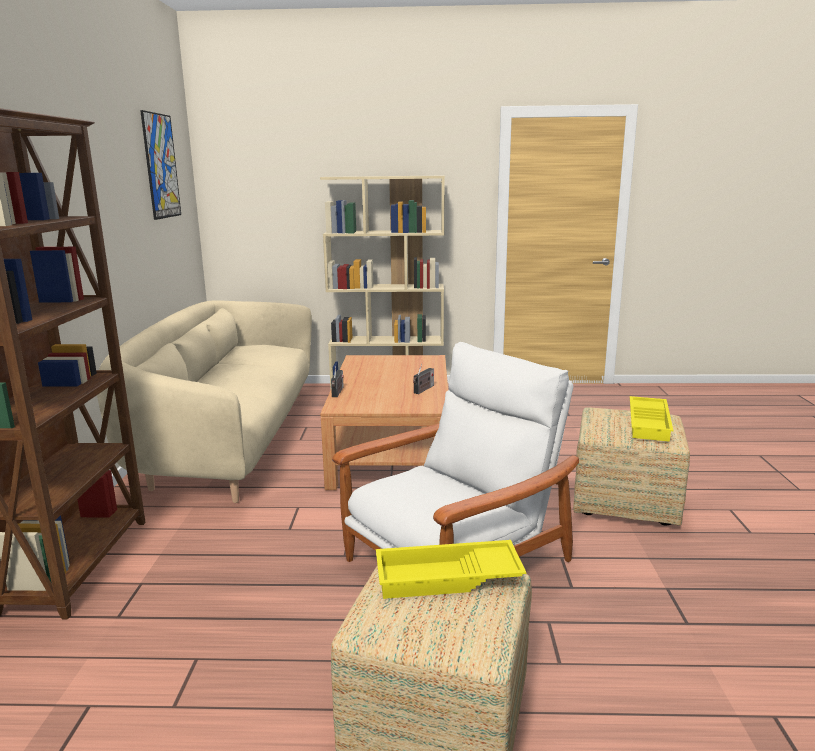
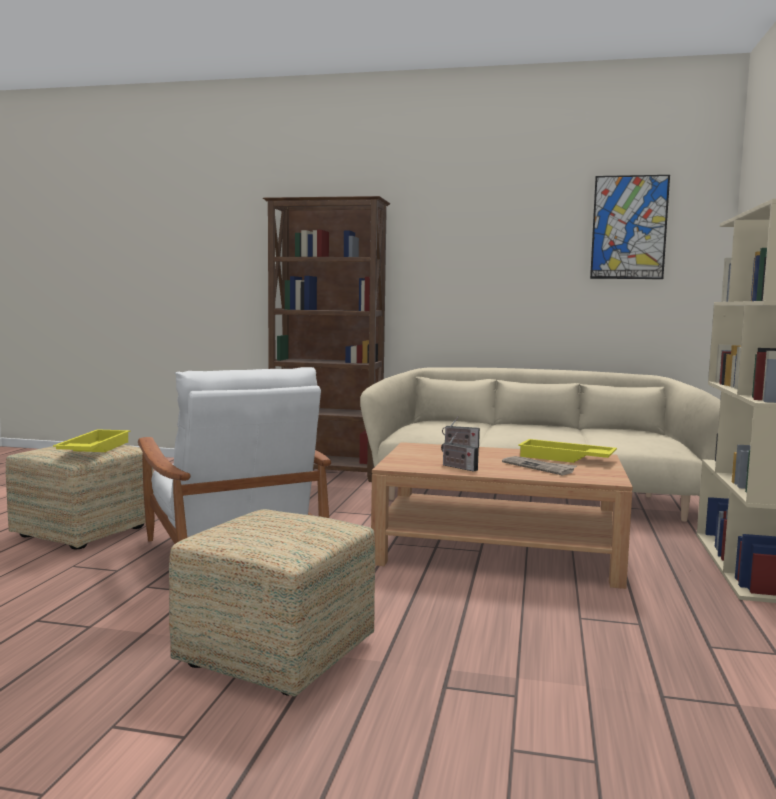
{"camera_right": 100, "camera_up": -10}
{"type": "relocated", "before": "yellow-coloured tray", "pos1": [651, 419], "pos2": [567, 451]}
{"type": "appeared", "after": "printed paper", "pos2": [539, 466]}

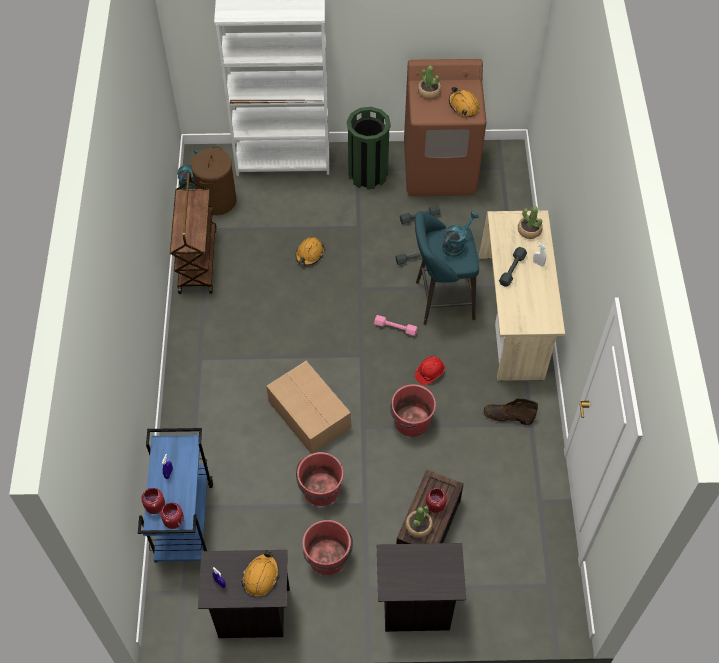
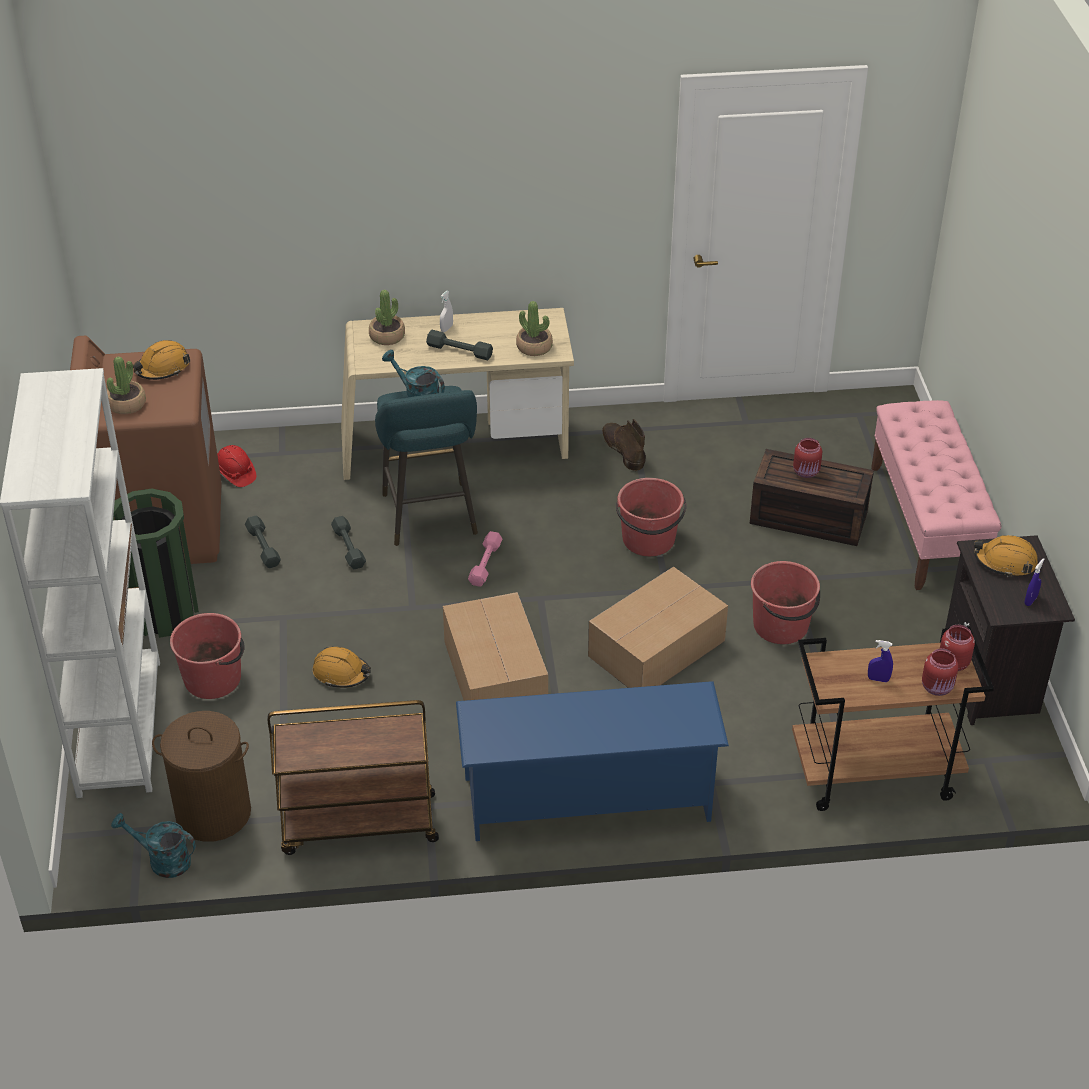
{"camera_right": -95, "camera_up": -15}
{"type": "relocated", "before": "red-coloured work helmet", "pos1": [430, 370], "pos2": [236, 466]}
{"type": "spun", "before": "brown tall boot", "pos1": [511, 411], "pos2": [624, 445], "turn": 150}
{"type": "colour", "before": "blue cart", "after": "brown cart", "pos1": [175, 495], "pos2": [893, 719]}
{"type": "relocated", "before": "plant in a pot", "pos1": [419, 522], "pos2": [534, 328]}
{"type": "relocated", "before": "red-coloured pail", "pos1": [327, 547], "pos2": [207, 656]}
{"type": "exchanged", "before": "blackish bedside table", "after": "pink indoor bench", "pos1": [421, 587], "pos2": [936, 495]}
{"type": "appeared", "after": "packing box", "pos2": [495, 646]}
{"type": "appeared", "after": "blue shoe rack", "pos2": [592, 761]}

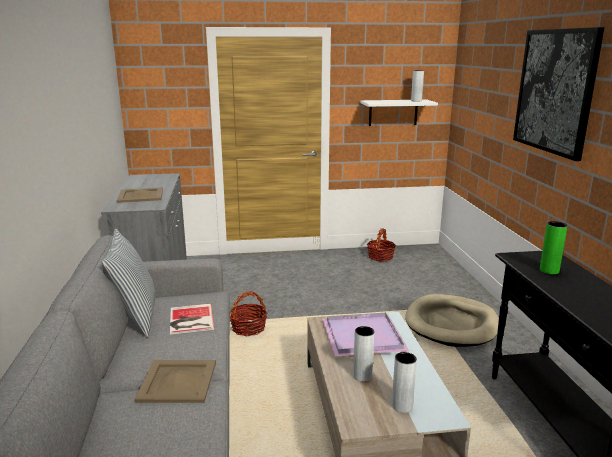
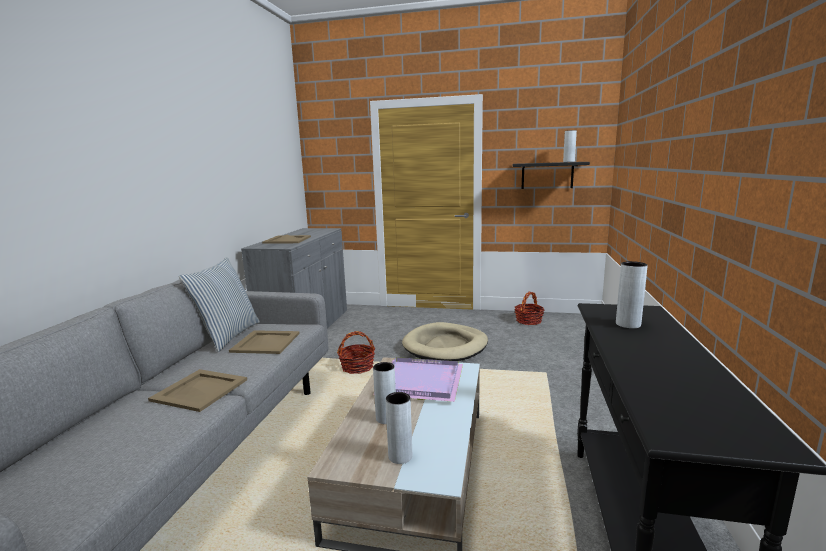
{"camera_right": 20, "camera_up": -5}
{"type": "missing", "before": "picture", "pos1": [558, 94]}
{"type": "colour", "before": "white-coloured bracket shelf", "after": "blackish bracket shelf", "pos1": [399, 112], "pos2": [551, 175]}
{"type": "colour", "before": "greenish vase", "after": "greyish vase", "pos1": [553, 247], "pos2": [632, 295]}
{"type": "relocated", "before": "beige dog bed", "pos1": [452, 320], "pos2": [445, 341]}
{"type": "exchanged", "before": "volume", "after": "beige tray", "pos1": [192, 319], "pos2": [264, 342]}

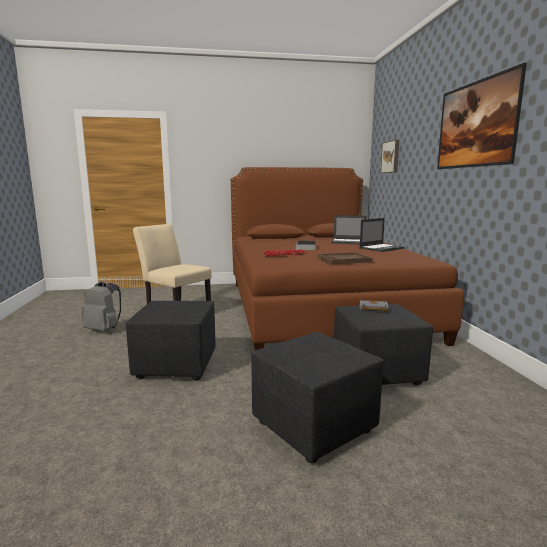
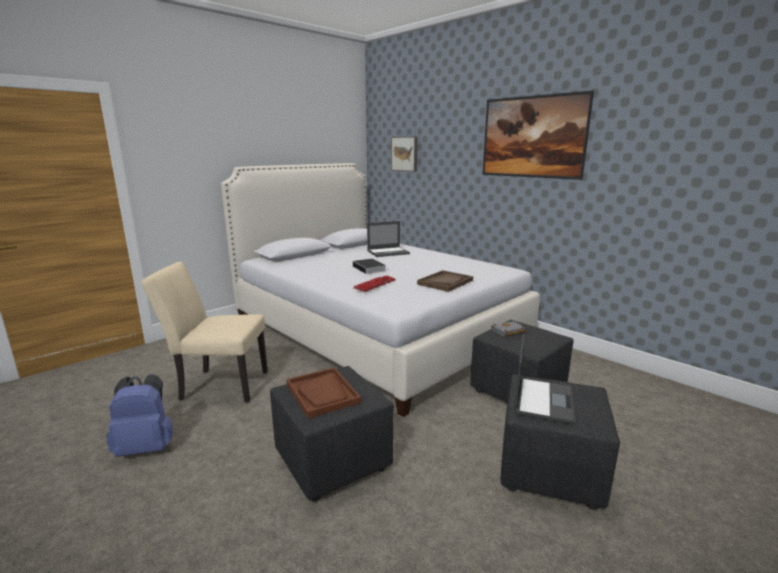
{"camera_right": -35, "camera_up": 5}
{"type": "colour", "before": "brown sleeping bed", "after": "white-coloured sleeping bed", "pos1": [347, 259], "pos2": [380, 290]}
{"type": "relocated", "before": "notebook computer", "pos1": [382, 235], "pos2": [544, 379]}
{"type": "colour", "before": "greyish backpack", "after": "blue backpack", "pos1": [101, 306], "pos2": [139, 415]}
{"type": "appeared", "after": "brown tray", "pos2": [323, 392]}

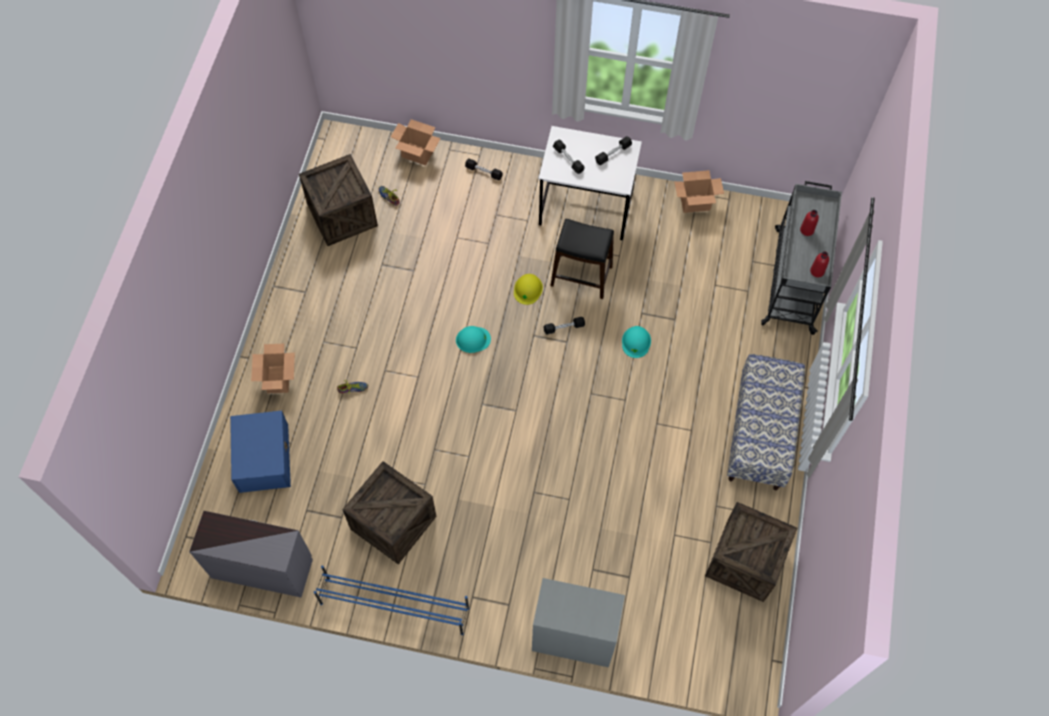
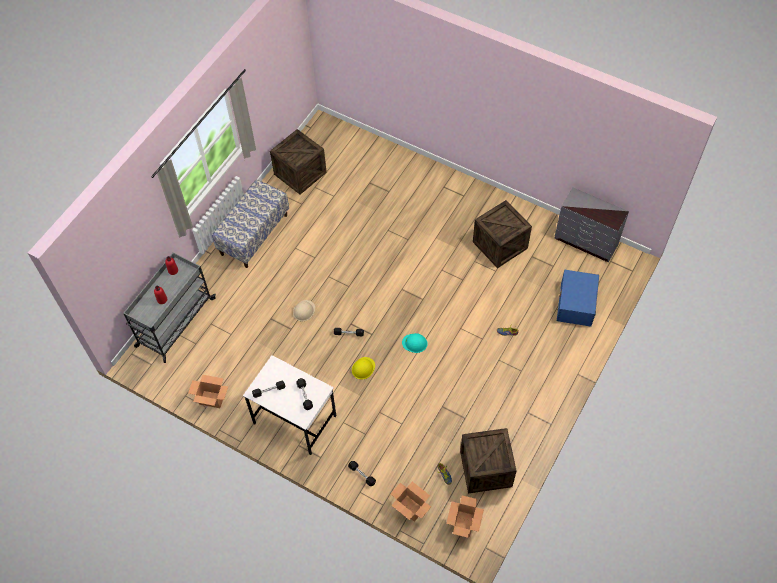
{"camera_right": -160, "camera_up": -5}
{"type": "missing", "before": "blackish stool", "pos1": [582, 259]}
{"type": "colour", "before": "blue-green work helmet", "after": "beige work helmet", "pos1": [636, 342], "pos2": [304, 310]}
{"type": "relocated", "before": "packing box", "pos1": [273, 368], "pos2": [465, 516]}
{"type": "missing", "before": "blue shoe rack", "pos1": [391, 600]}
{"type": "missing", "before": "greyish cabinet", "pos1": [578, 622]}

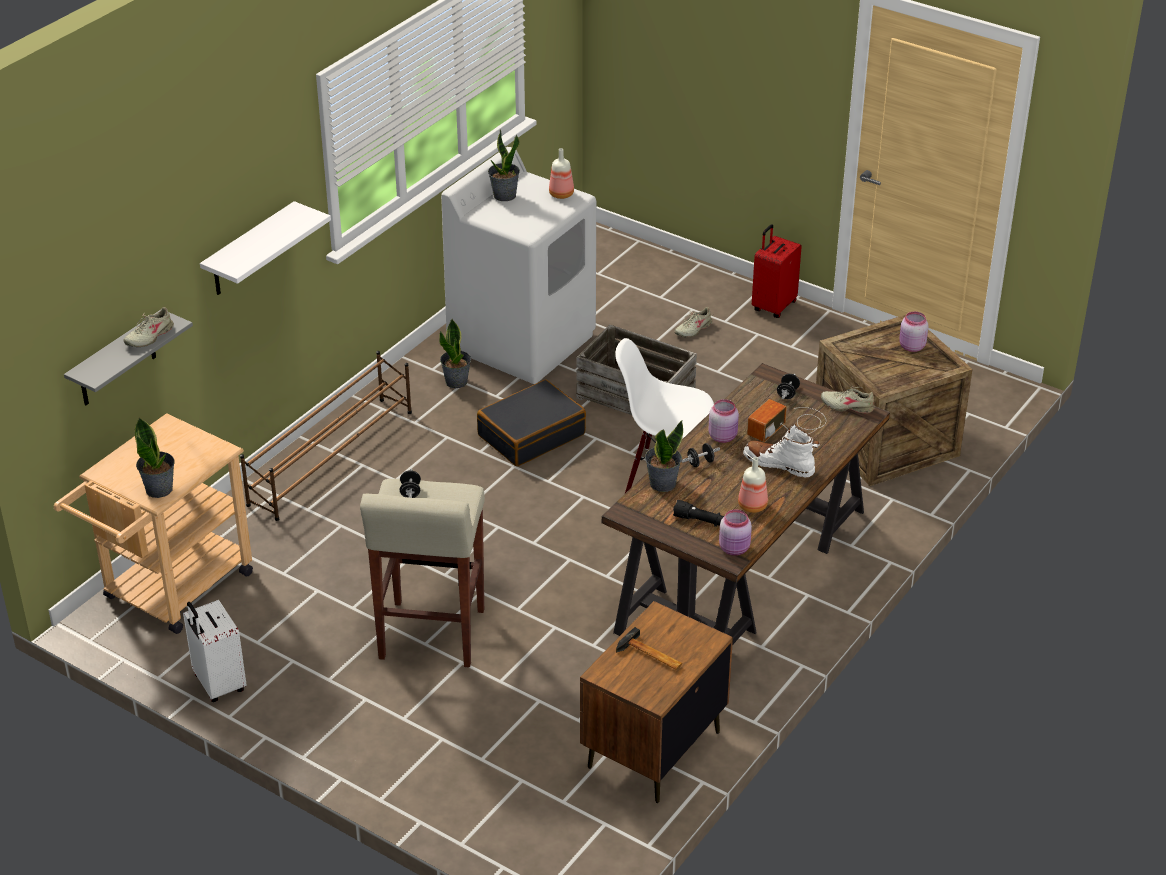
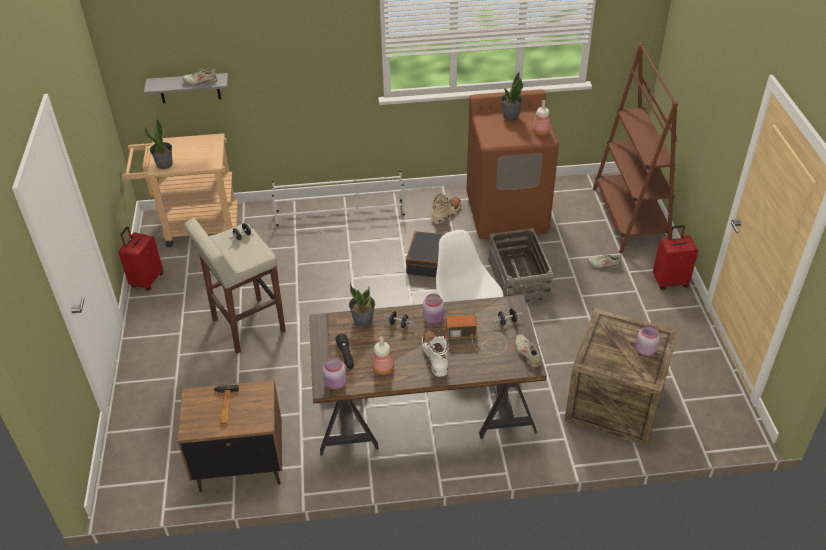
{"camera_right": 50, "camera_up": 5}
{"type": "colour", "before": "white-coloured laundry appliance", "after": "brown laundry appliance", "pos1": [518, 265], "pos2": [513, 164]}
{"type": "missing", "before": "white-coloured bracket shelf", "pos1": [265, 248]}
{"type": "exchanged", "before": "plant in a pot", "after": "beige tall boot", "pos1": [455, 353], "pos2": [446, 209]}
{"type": "colour", "before": "brown shoe rack", "after": "white-coloured shoe rack", "pos1": [326, 436], "pos2": [338, 198]}
{"type": "colour", "before": "white-coloured travel case", "after": "red-coloured travel case", "pos1": [214, 651], "pos2": [140, 259]}
{"type": "appeared", "after": "brown bookcase", "pos2": [635, 148]}

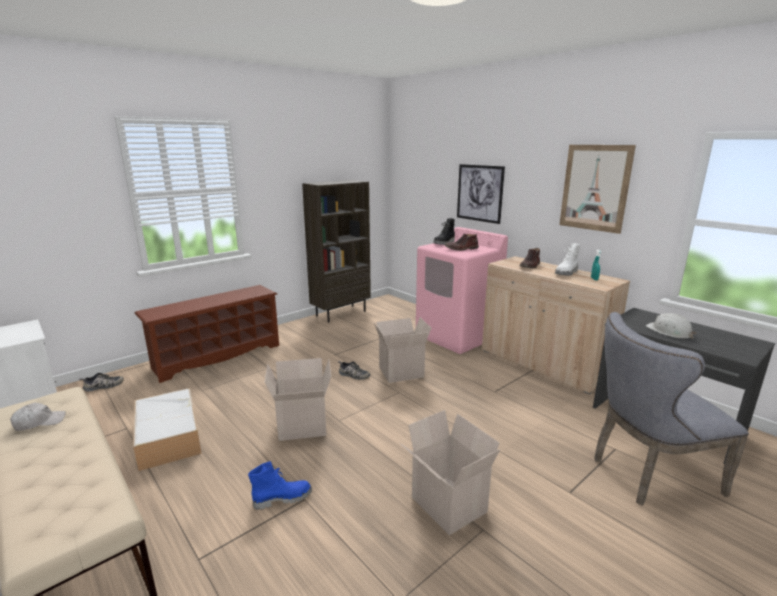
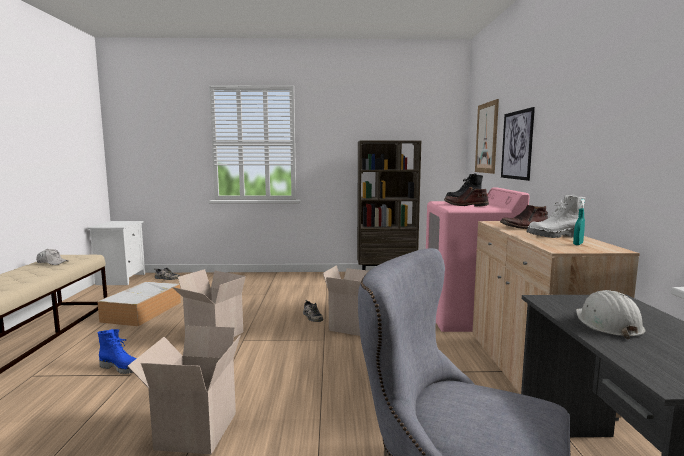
{"camera_right": 40, "camera_up": -10}
{"type": "relocated", "before": "picture", "pos1": [597, 189], "pos2": [487, 136]}
{"type": "missing", "before": "brown shoe rack", "pos1": [206, 334]}

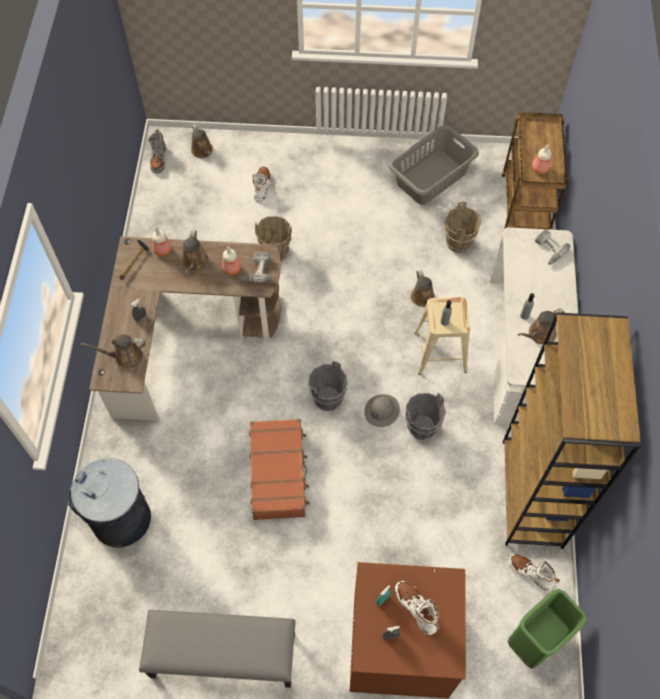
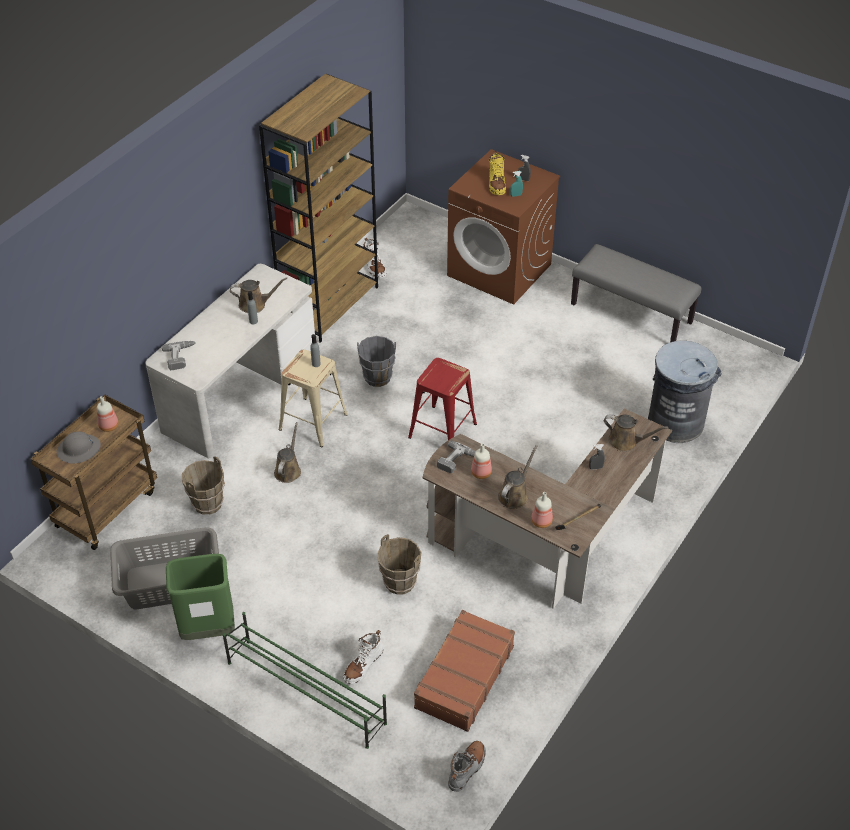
{"camera_right": -150, "camera_up": -15}
{"type": "missing", "before": "brown watering can", "pos1": [202, 141]}
{"type": "exchanged", "before": "greyish pail", "after": "red-coloured stool", "pos1": [328, 386], "pos2": [442, 399]}
{"type": "relocated", "before": "greyish work helmet", "pos1": [382, 410], "pos2": [79, 447]}
{"type": "relocated", "before": "brown travel case", "pos1": [279, 469], "pos2": [464, 671]}
{"type": "colour", "before": "white-coloured tall boot", "after": "yellow-coloured tall boot", "pos1": [418, 608], "pos2": [497, 173]}
{"type": "relocated", "before": "greenish trash can", "pos1": [547, 629], "pos2": [200, 597]}
{"type": "appeared", "after": "greenish shoe rack", "pos2": [305, 680]}

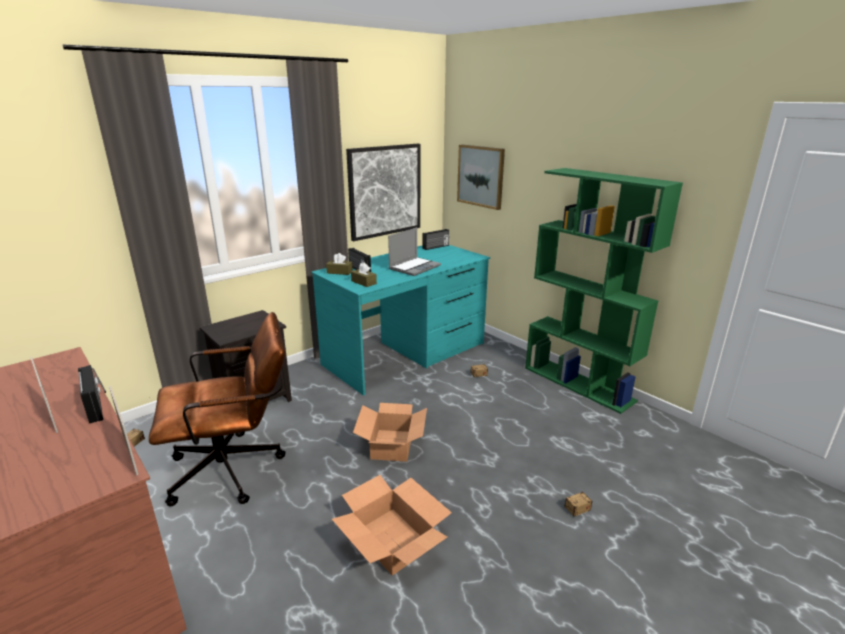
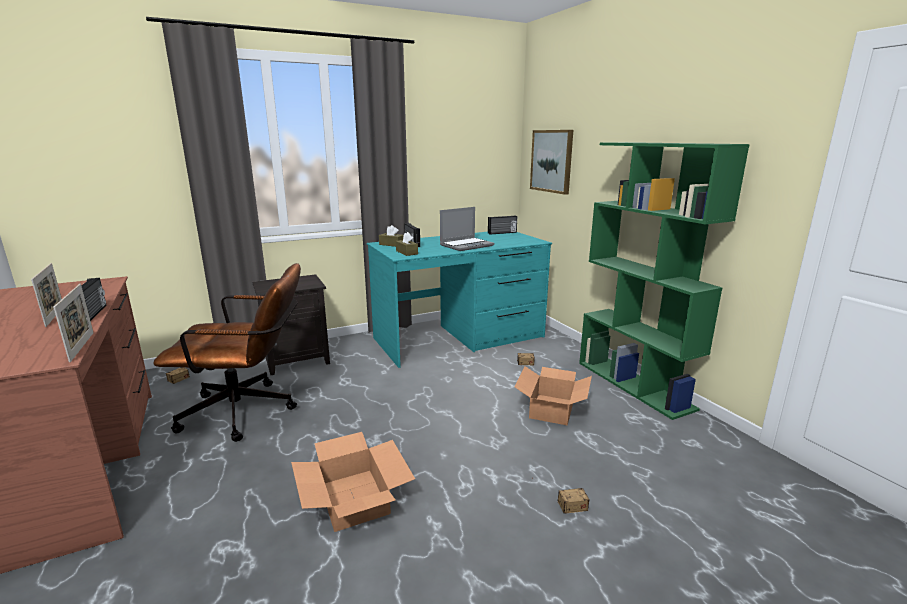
{"camera_right": 15, "camera_up": -5}
{"type": "missing", "before": "picture", "pos1": [383, 192]}
{"type": "relocated", "before": "packing box", "pos1": [390, 432], "pos2": [553, 396]}

